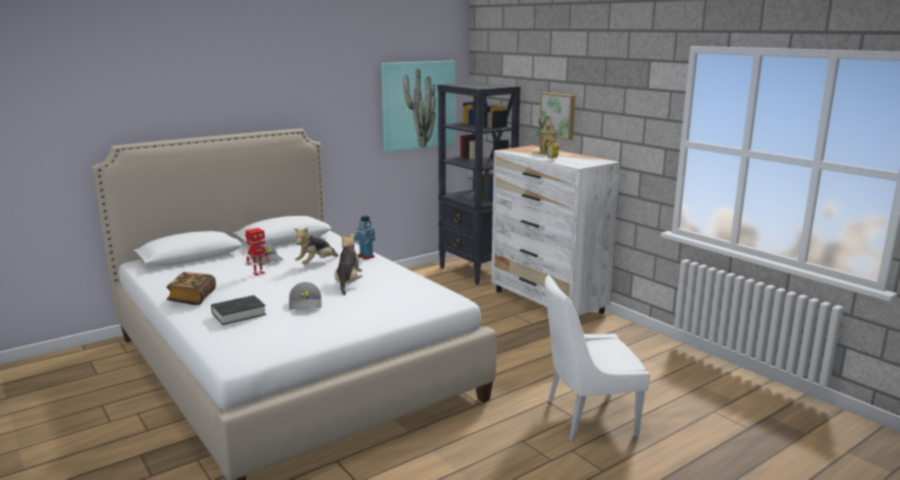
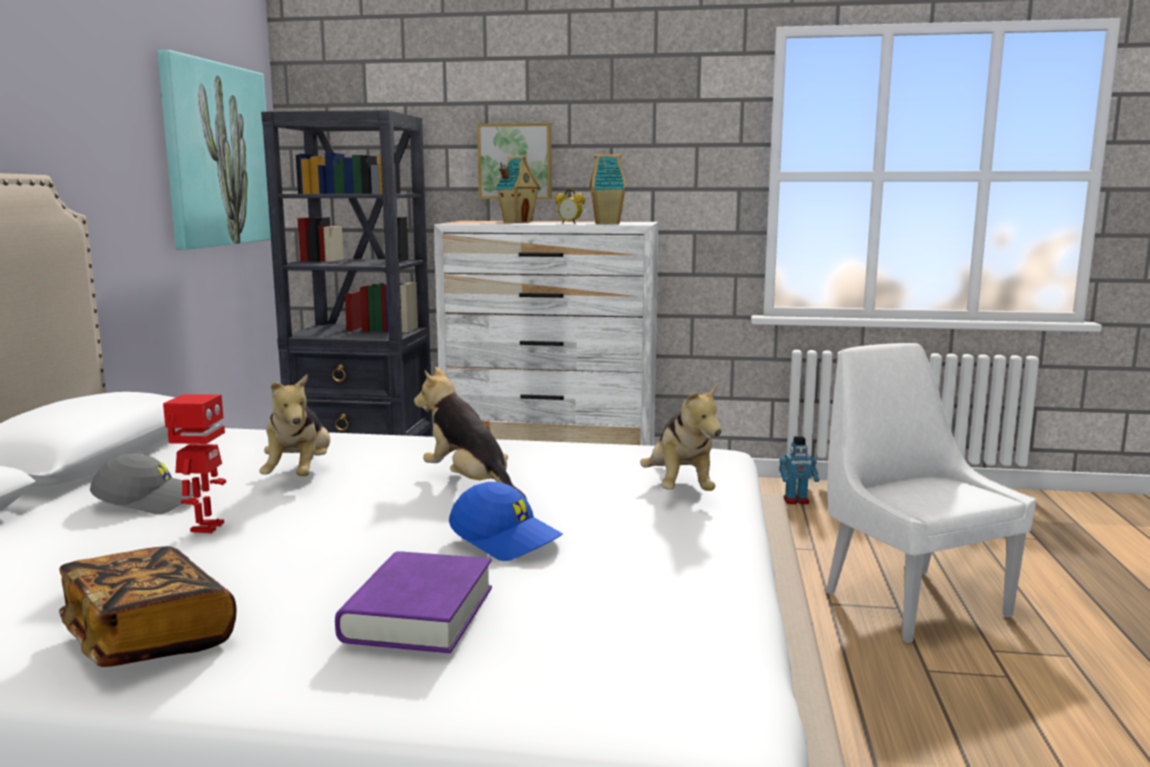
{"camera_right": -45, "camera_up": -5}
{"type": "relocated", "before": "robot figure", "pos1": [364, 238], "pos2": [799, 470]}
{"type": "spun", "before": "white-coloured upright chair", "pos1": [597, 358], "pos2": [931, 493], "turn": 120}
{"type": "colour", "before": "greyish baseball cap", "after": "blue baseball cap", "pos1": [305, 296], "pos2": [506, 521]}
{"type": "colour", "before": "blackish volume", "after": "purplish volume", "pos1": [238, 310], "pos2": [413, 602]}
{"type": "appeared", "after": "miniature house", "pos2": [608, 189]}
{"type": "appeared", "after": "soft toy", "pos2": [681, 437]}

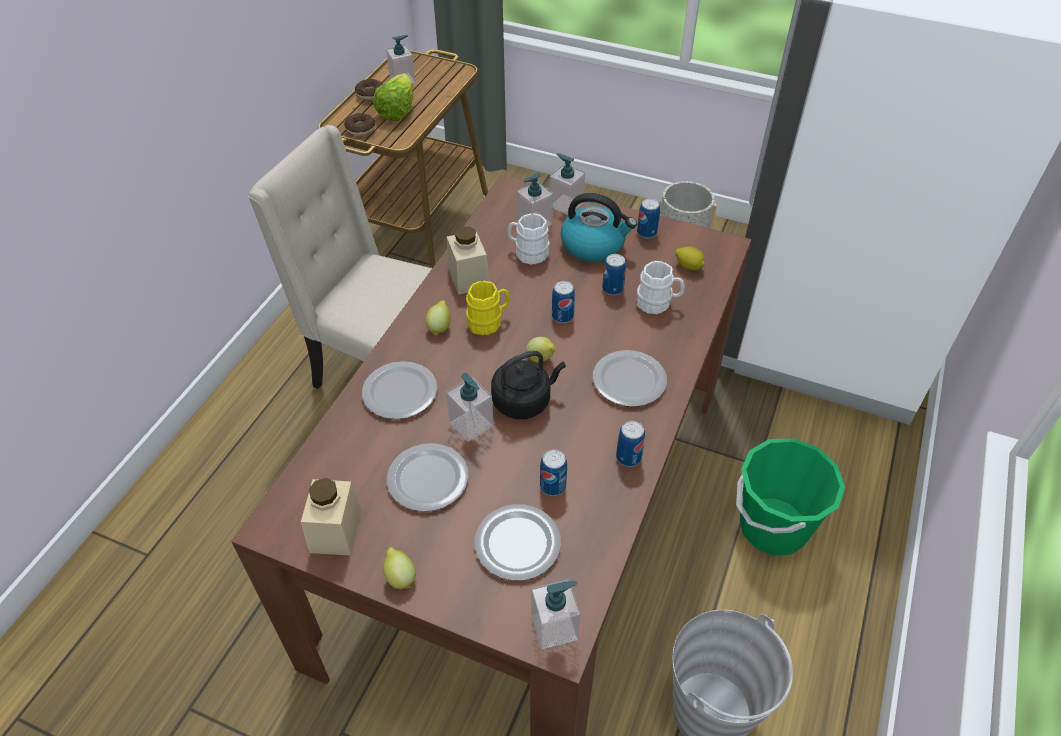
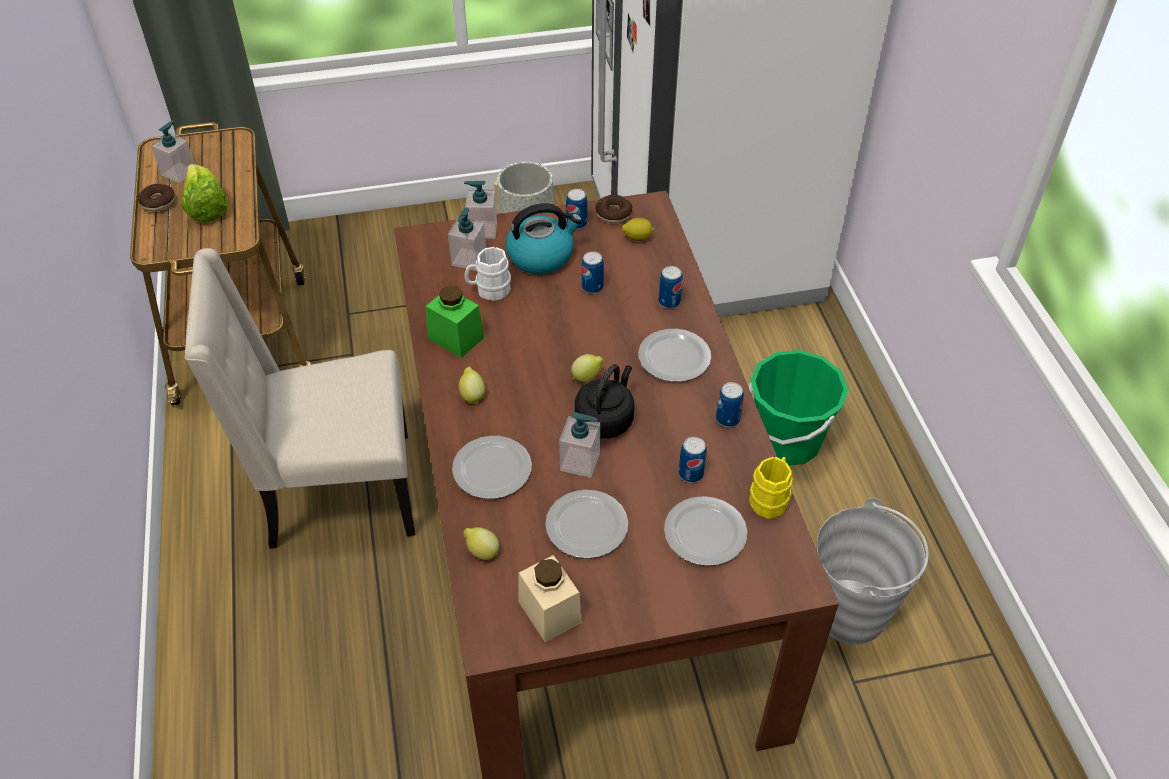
{"camera_right": -35, "camera_up": 0}
{"type": "relocated", "before": "doughnut", "pos1": [359, 124], "pos2": [614, 209]}
{"type": "colour", "before": "beige storage jar", "after": "greenish storage jar", "pos1": [468, 260], "pos2": [455, 321]}
{"type": "missing", "before": "white-coloured mug", "pos1": [661, 287]}
{"type": "relocated", "before": "yellow-coloured mug", "pos1": [488, 308], "pos2": [771, 488]}
{"type": "relocated", "before": "can", "pos1": [563, 302], "pos2": [671, 287]}
{"type": "relocated", "before": "whole lemon", "pos1": [399, 568], "pos2": [481, 543]}
{"type": "missing", "before": "soap bottle", "pos1": [555, 614]}

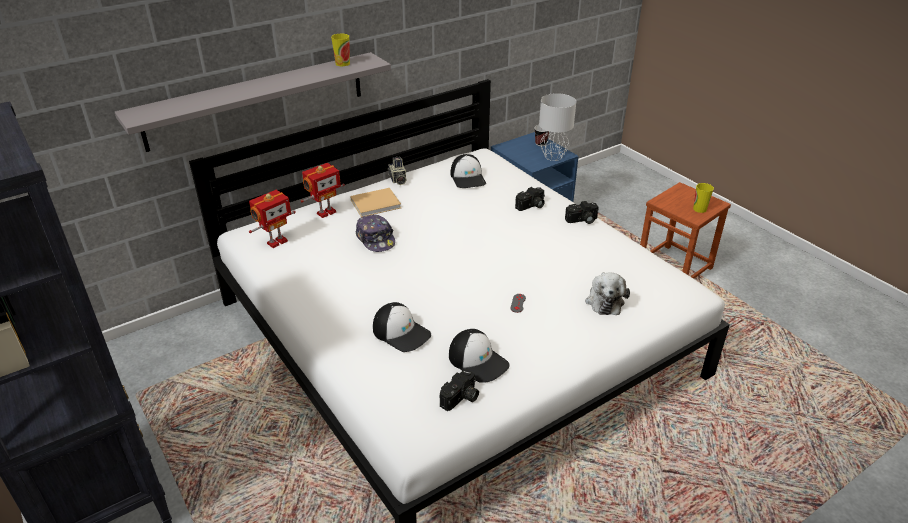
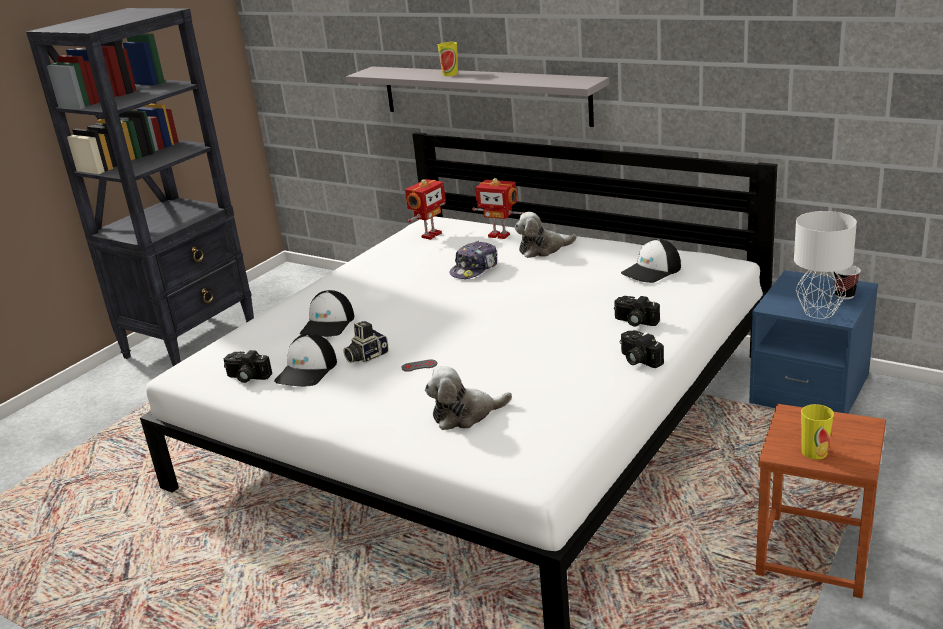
{"camera_right": 70, "camera_up": -10}
{"type": "relocated", "before": "drinking cup", "pos1": [340, 50], "pos2": [448, 59]}
{"type": "relocated", "before": "photo camera", "pos1": [396, 170], "pos2": [366, 342]}
{"type": "exchanged", "before": "beige volume", "after": "soft toy", "pos1": [375, 202], "pos2": [546, 235]}
{"type": "spun", "before": "robot figure", "pos1": [272, 219], "pos2": [425, 209], "turn": -75}

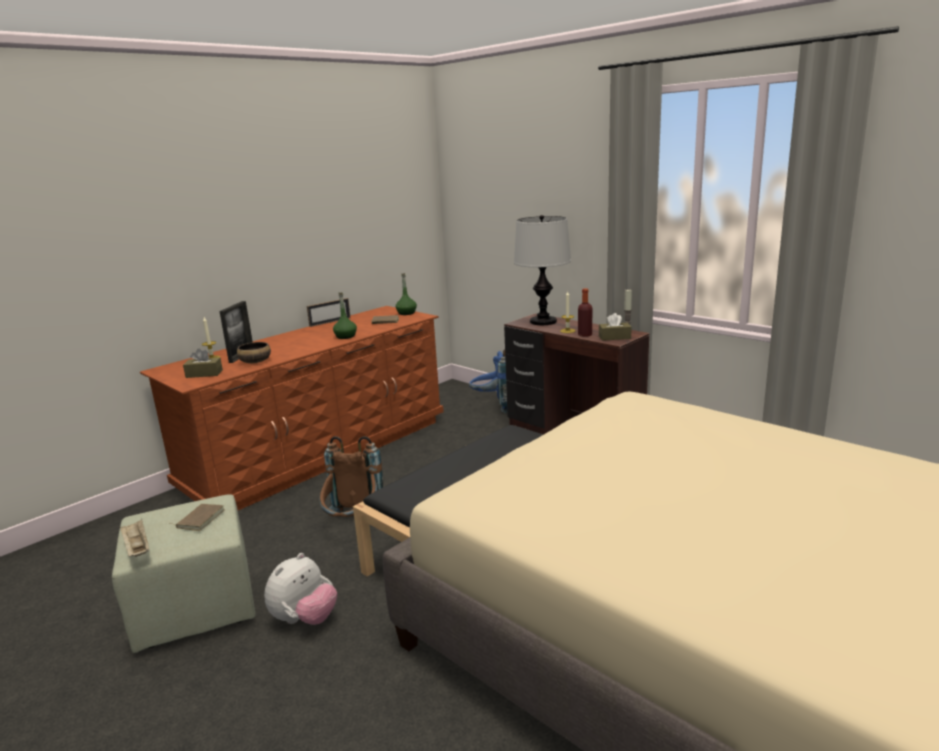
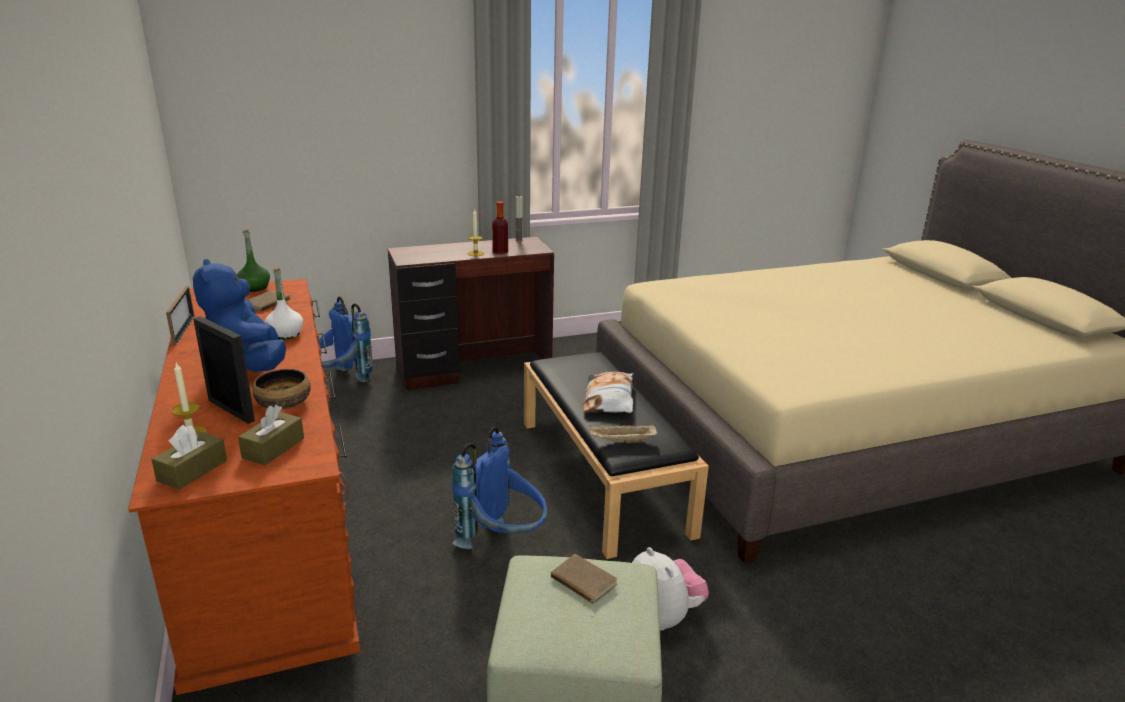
{"camera_right": -65, "camera_up": 5}
{"type": "missing", "before": "tabletop lamp", "pos1": [542, 270]}
{"type": "colour", "before": "greenish beverage bottle", "after": "white-coloured beverage bottle", "pos1": [345, 316], "pos2": [284, 304]}
{"type": "relocated", "before": "brown tissue holder", "pos1": [615, 327], "pos2": [189, 457]}
{"type": "colour", "before": "brown backpack", "after": "blue backpack", "pos1": [351, 476], "pos2": [499, 488]}
{"type": "relocated", "before": "beige tray", "pos1": [134, 538], "pos2": [623, 433]}
{"type": "appeared", "after": "blue soft toy", "pos2": [239, 315]}
{"type": "appeared", "after": "throw pillow", "pos2": [608, 392]}

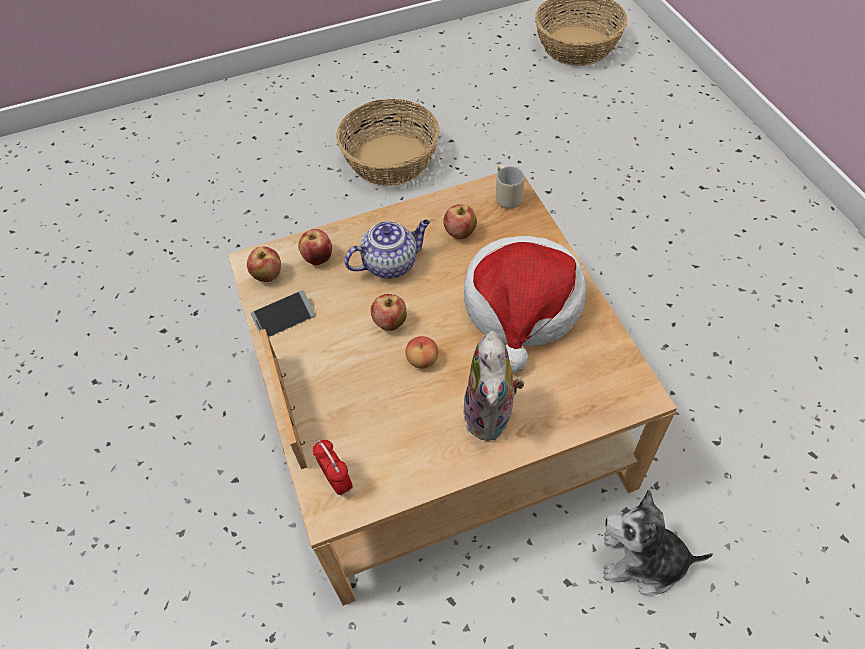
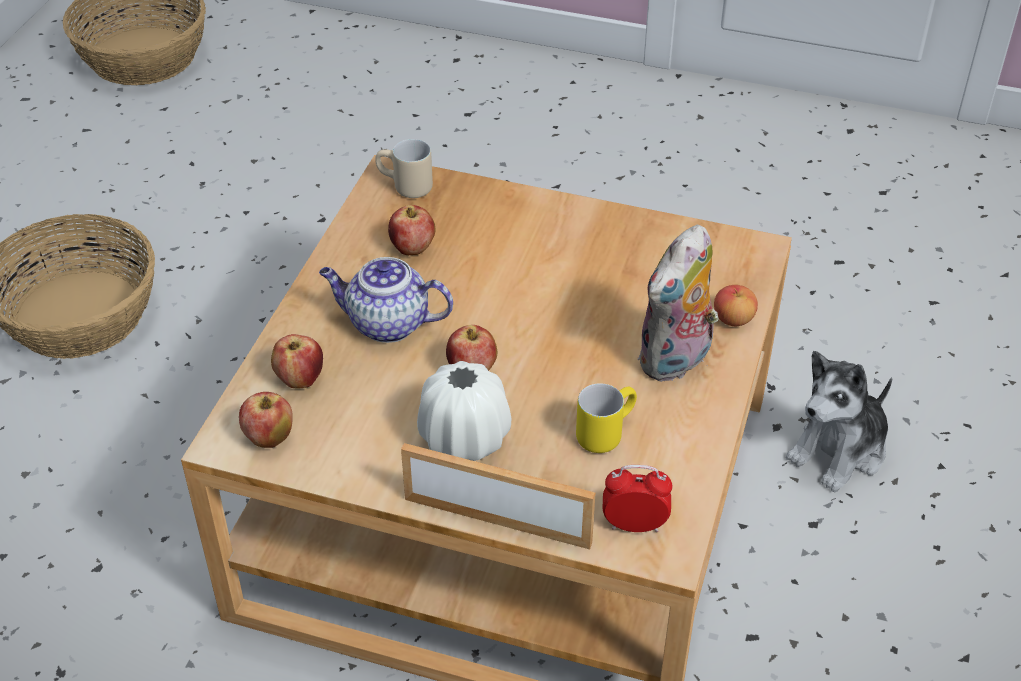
{"camera_right": -55, "camera_up": -10}
{"type": "spun", "before": "tea pot", "pos1": [387, 249], "pos2": [386, 300], "turn": -90}
{"type": "missing", "before": "wearable hat", "pos1": [525, 304]}
{"type": "missing", "before": "phone", "pos1": [283, 313]}
{"type": "spun", "before": "soft toy", "pos1": [494, 386], "pos2": [678, 303], "turn": 90}
{"type": "relocated", "before": "apple fruit", "pos1": [421, 352], "pos2": [736, 305]}
{"type": "appeared", "after": "white-coloured vase", "pos2": [464, 411]}
{"type": "appeared", "after": "yellow-coloured mug", "pos2": [606, 418]}

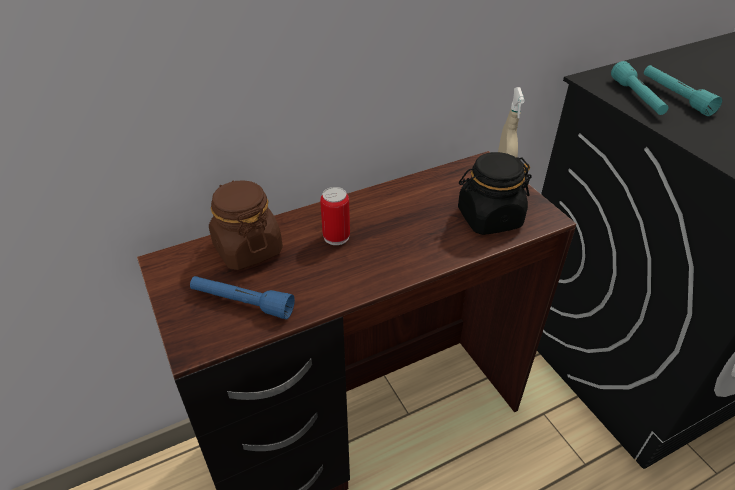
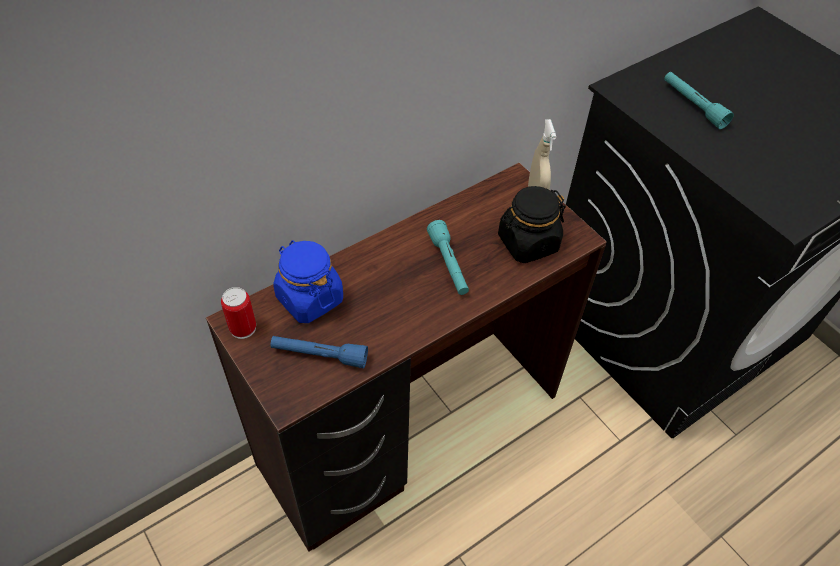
{"camera_right": -10, "camera_up": 10}
{"type": "relocated", "before": "blue-green flashlight", "pos1": [640, 88], "pos2": [448, 257]}
{"type": "colour", "before": "brown storage jar", "after": "blue storage jar", "pos1": [246, 225], "pos2": [308, 281]}
{"type": "relocated", "before": "can", "pos1": [335, 216], "pos2": [238, 313]}

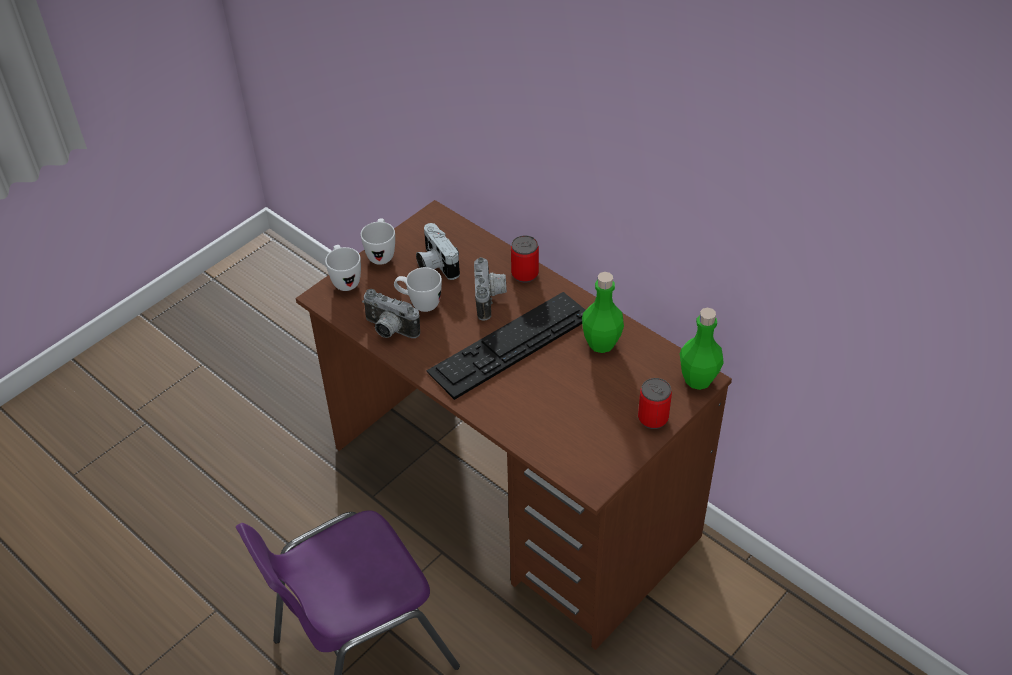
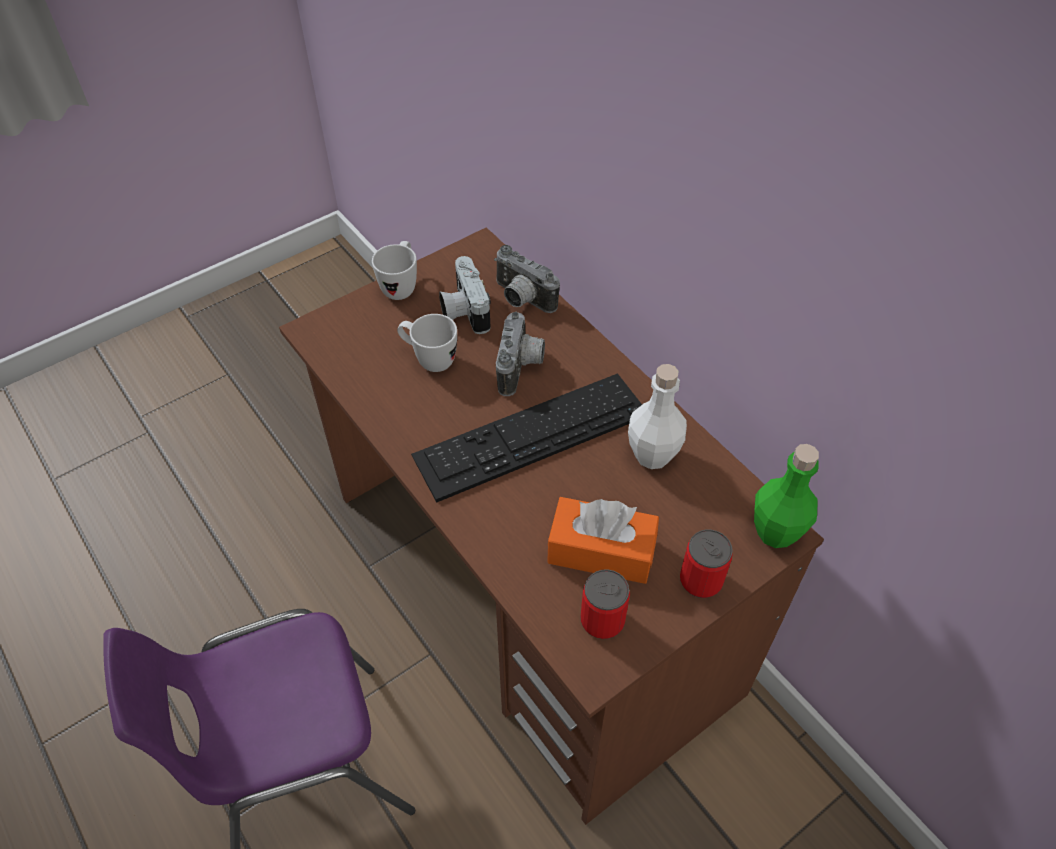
{"camera_right": 10, "camera_up": 5}
{"type": "relocated", "before": "can", "pos1": [525, 259], "pos2": [605, 604]}
{"type": "missing", "before": "white-coloured mug", "pos1": [343, 268]}
{"type": "colour", "before": "greenish beverage bottle", "after": "white-coloured beverage bottle", "pos1": [603, 312], "pos2": [657, 416]}
{"type": "relocated", "before": "photo camera", "pos1": [391, 313], "pos2": [527, 279]}
{"type": "appeared", "after": "orangey tissue holder", "pos2": [603, 540]}

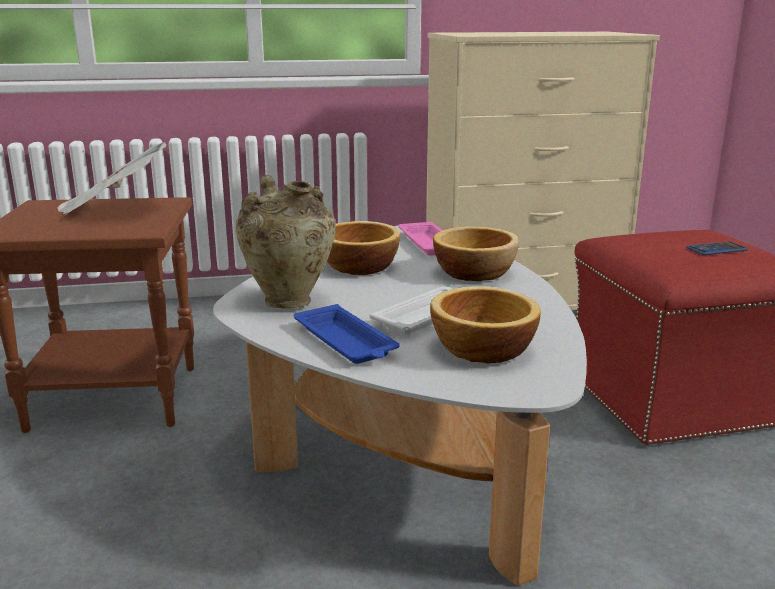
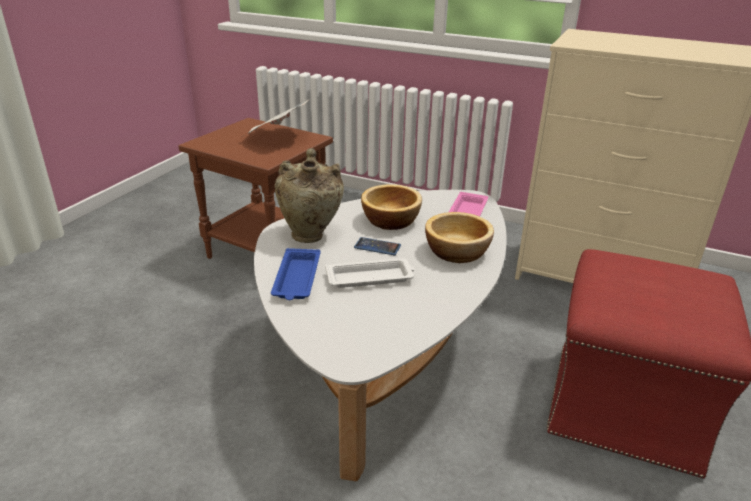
{"camera_right": 35, "camera_up": 10}
{"type": "relocated", "before": "phone", "pos1": [717, 248], "pos2": [377, 246]}
{"type": "missing", "before": "bowl", "pos1": [485, 325]}

